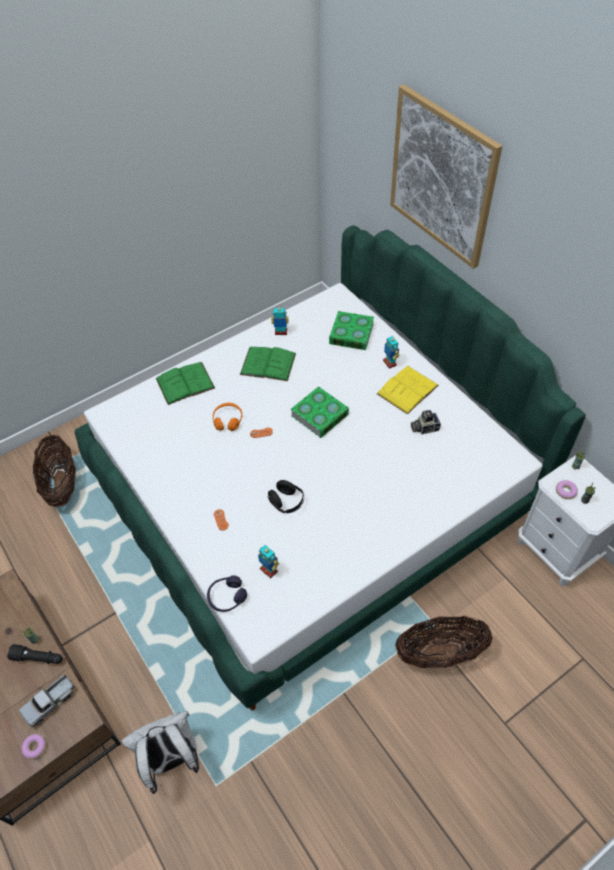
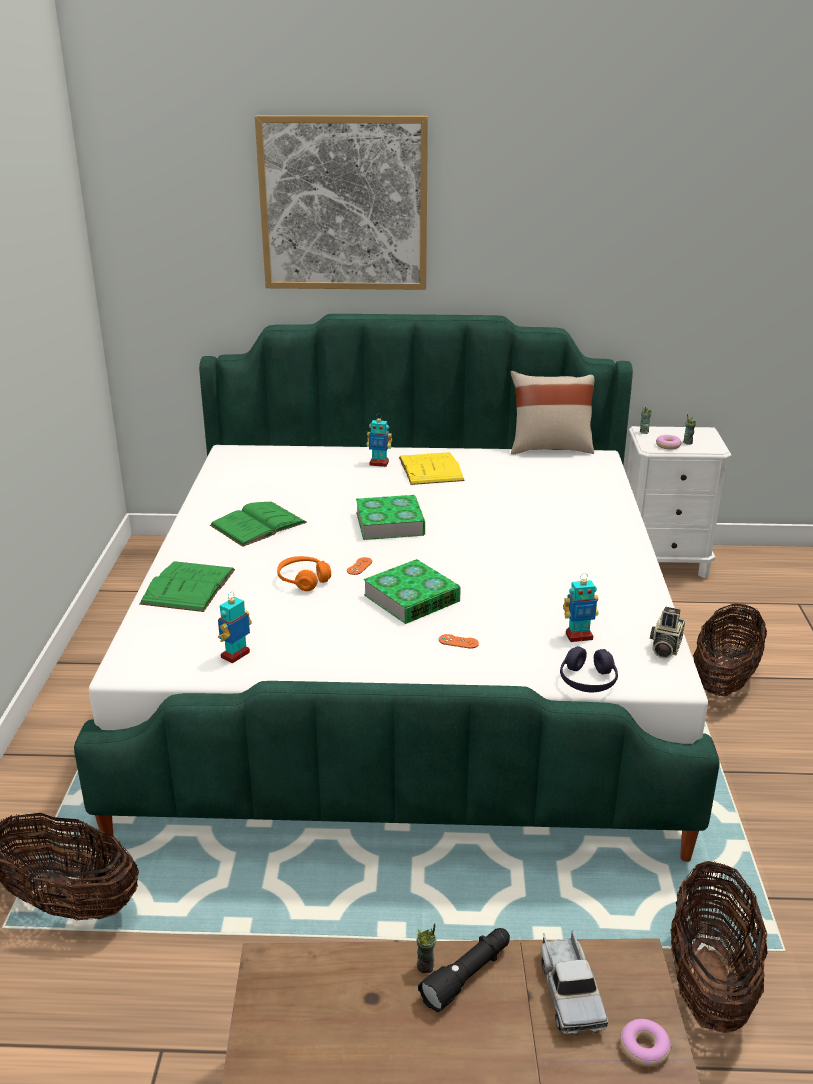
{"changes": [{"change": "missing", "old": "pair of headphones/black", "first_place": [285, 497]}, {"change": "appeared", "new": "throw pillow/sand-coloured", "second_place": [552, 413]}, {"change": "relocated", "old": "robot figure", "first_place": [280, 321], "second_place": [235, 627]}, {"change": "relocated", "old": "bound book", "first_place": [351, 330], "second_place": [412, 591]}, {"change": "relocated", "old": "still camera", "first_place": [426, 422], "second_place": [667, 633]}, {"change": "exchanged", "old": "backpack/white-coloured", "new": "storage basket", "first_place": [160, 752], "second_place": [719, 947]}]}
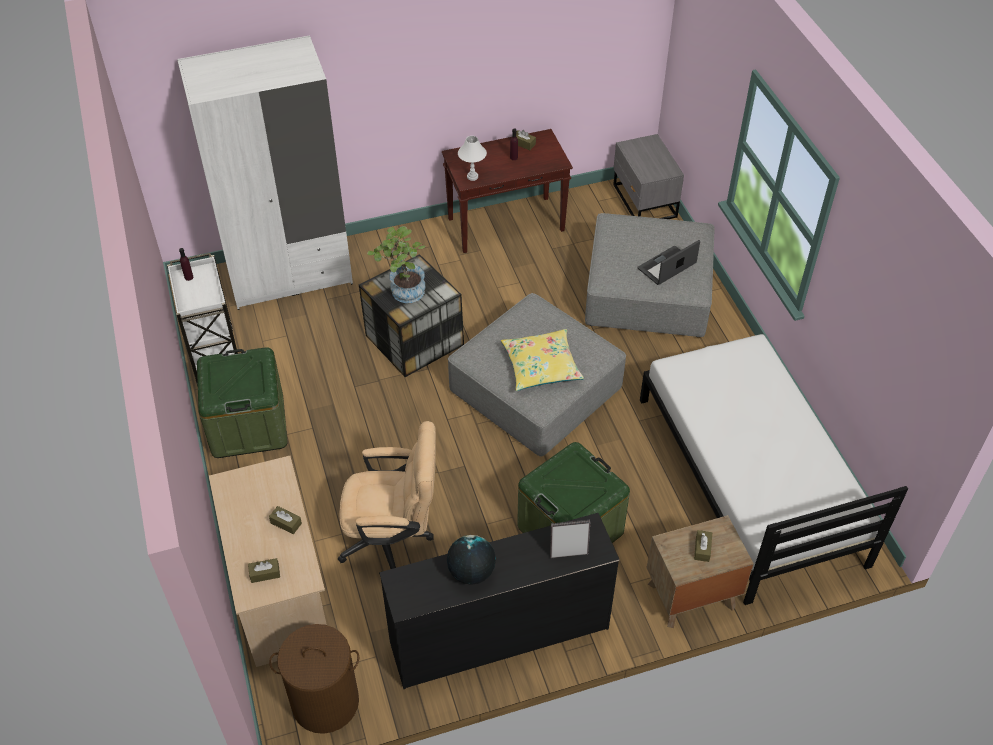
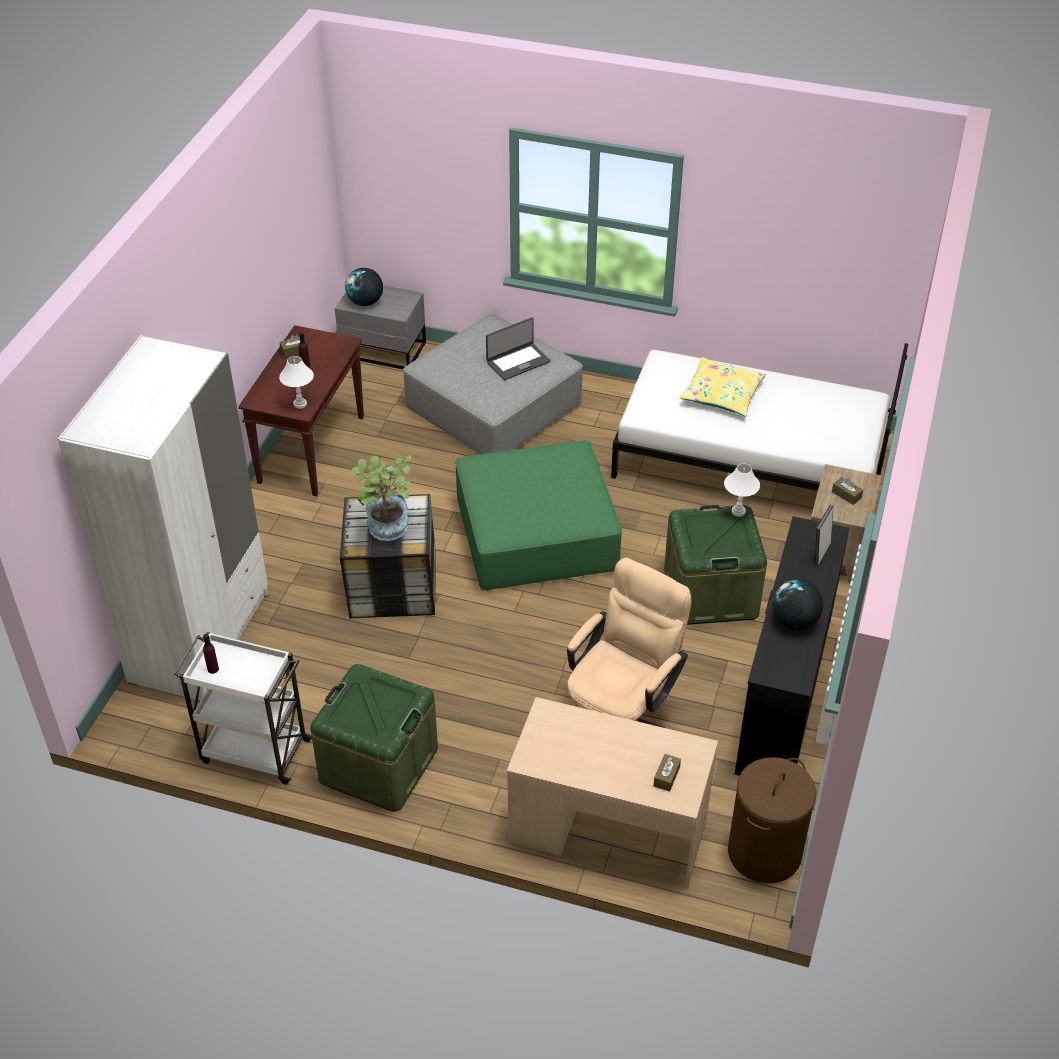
{"changes": [{"change": "missing", "old": "box of tissues/brown-coloured", "first_place": [285, 520]}, {"change": "appeared", "new": "world globe", "second_place": [364, 287]}, {"change": "appeared", "new": "table lamp/white-coloured", "second_place": [742, 490]}, {"change": "relocated", "old": "throw pillow/yellow", "first_place": [542, 360], "second_place": [723, 386]}, {"change": "colour", "old": "footrest/grey", "new": "footrest/green", "first_place": [537, 375], "second_place": [538, 515]}, {"change": "spun", "old": "portable computer", "first_place": [668, 262], "second_place": [518, 348], "degrees": -120}]}
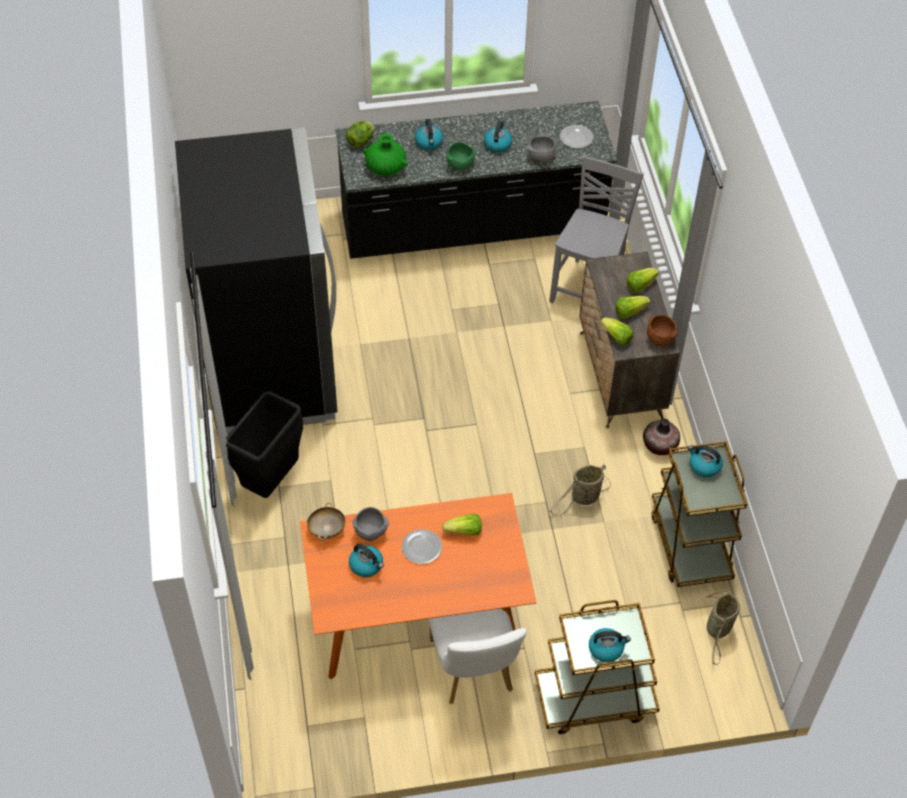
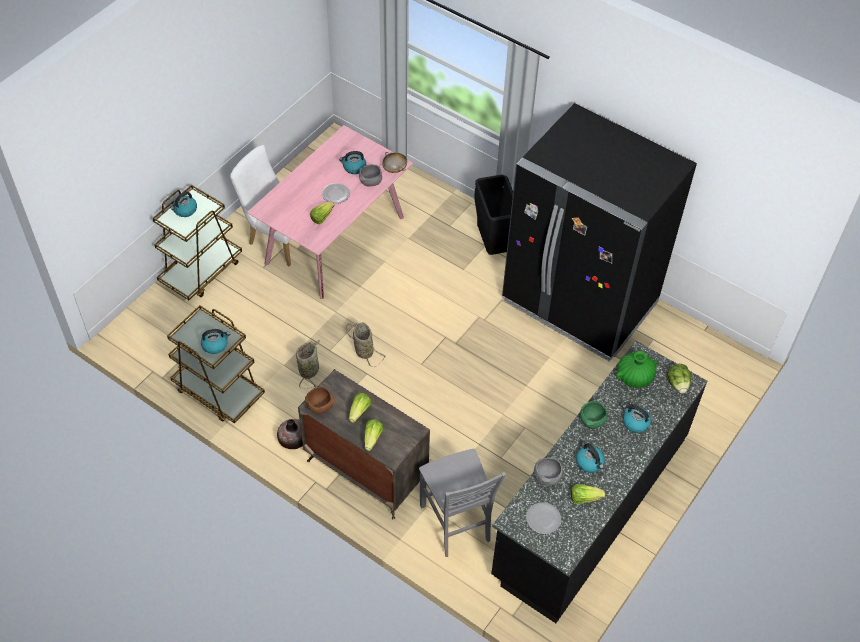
{"changes": [{"change": "relocated", "old": "lettuce head", "first_place": [616, 331], "second_place": [588, 494]}, {"change": "relocated", "old": "storage basket", "first_place": [723, 626], "second_place": [366, 344]}, {"change": "colour", "old": "dining table/orange", "new": "dining table/pink", "first_place": [418, 586], "second_place": [330, 212]}]}
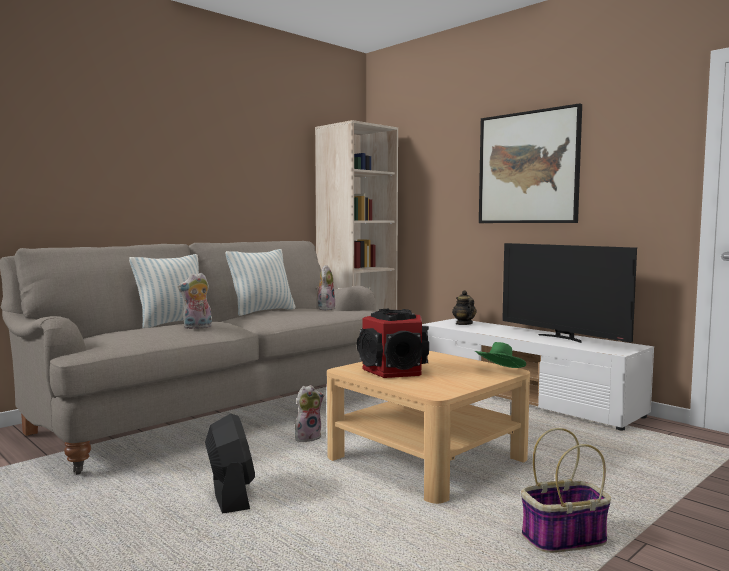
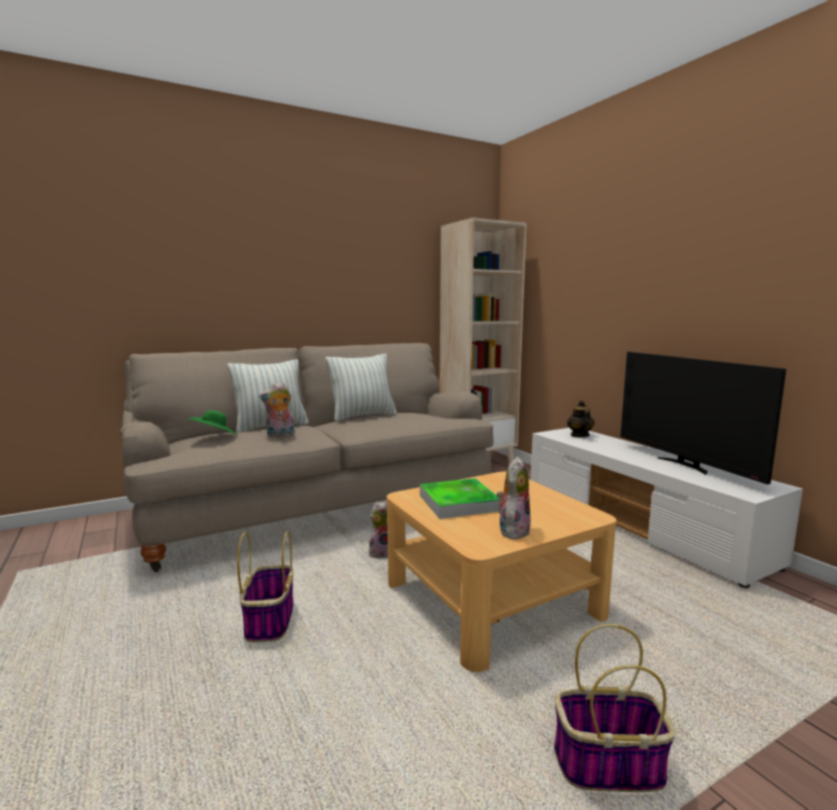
{"changes": [{"change": "missing", "old": "wall picture", "first_place": [530, 163]}, {"change": "relocated", "old": "plush toy", "first_place": [325, 287], "second_place": [514, 498]}, {"change": "relocated", "old": "hat/green", "first_place": [500, 355], "second_place": [213, 422]}, {"change": "exchanged", "old": "fan/black", "new": "storage basket", "first_place": [230, 464], "second_place": [265, 586]}, {"change": "exchanged", "old": "loudspeaker", "new": "carrying tray", "first_place": [393, 343], "second_place": [459, 498]}]}
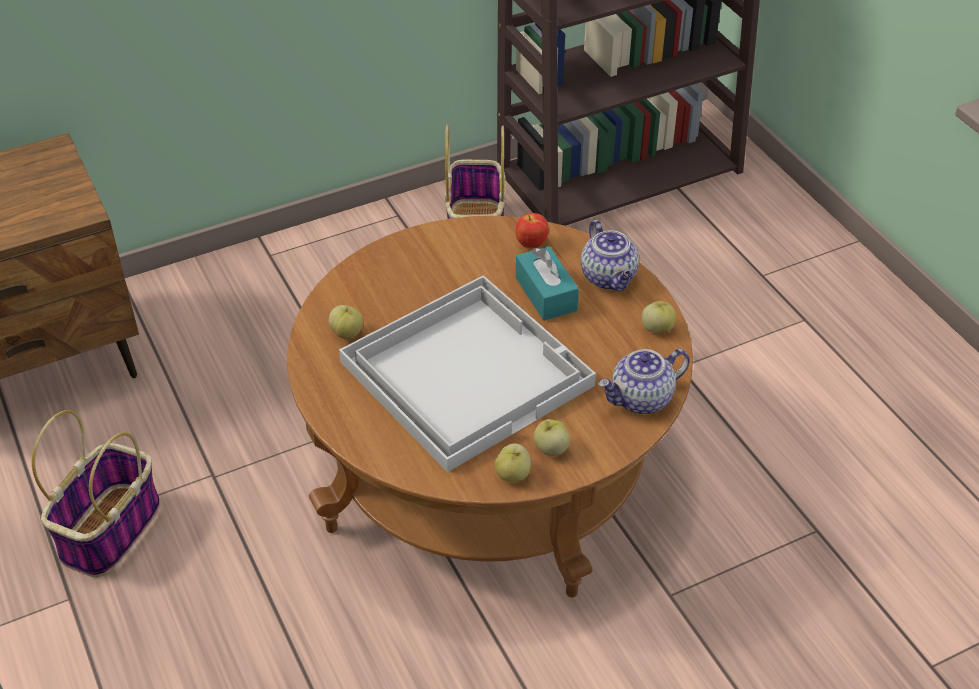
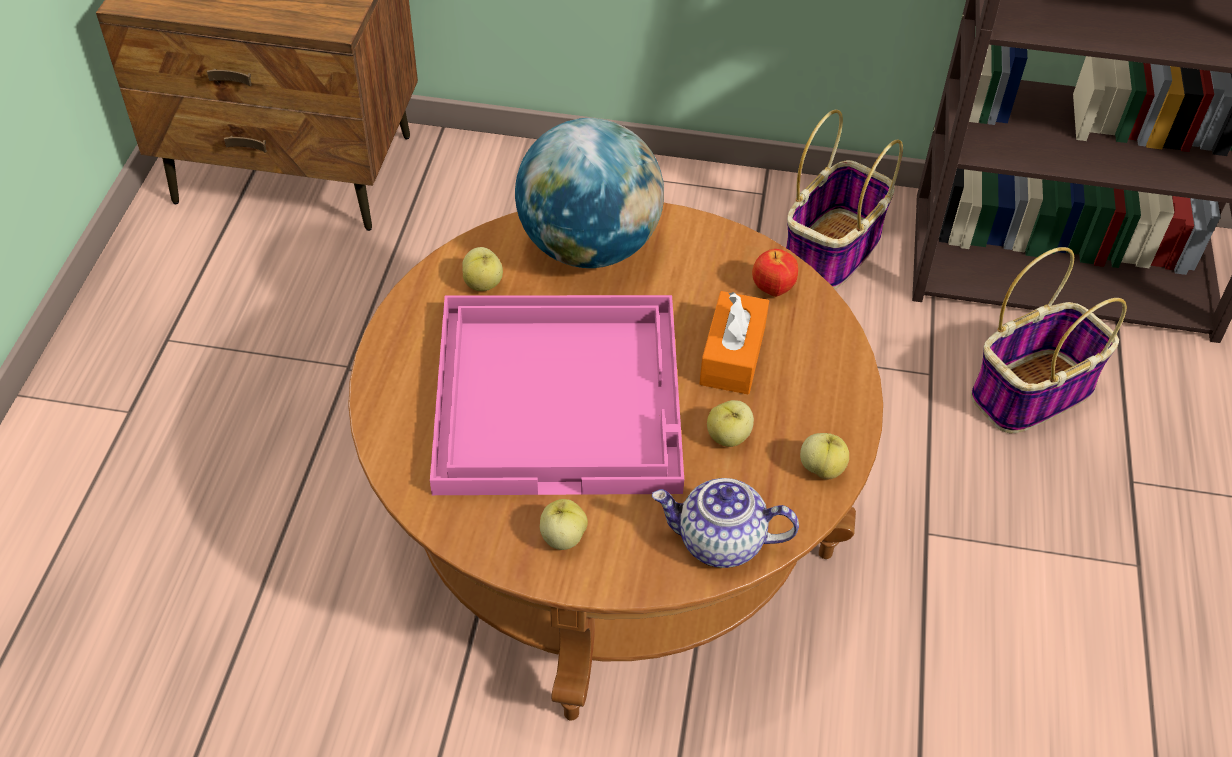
{"changes": [{"change": "missing", "old": "pot for tea", "first_place": [610, 255]}, {"change": "appeared", "new": "world globe", "second_place": [589, 193]}, {"change": "relocated", "old": "storage basket", "first_place": [96, 493], "second_place": [1049, 340]}, {"change": "relocated", "old": "whole apple", "first_place": [513, 462], "second_place": [730, 423]}, {"change": "colour", "old": "carrying tray/white-coloured", "new": "carrying tray/pink", "first_place": [467, 373], "second_place": [557, 395]}, {"change": "colour", "old": "box of tissues/turquoise-coloured", "new": "box of tissues/orange", "first_place": [547, 283], "second_place": [734, 342]}]}
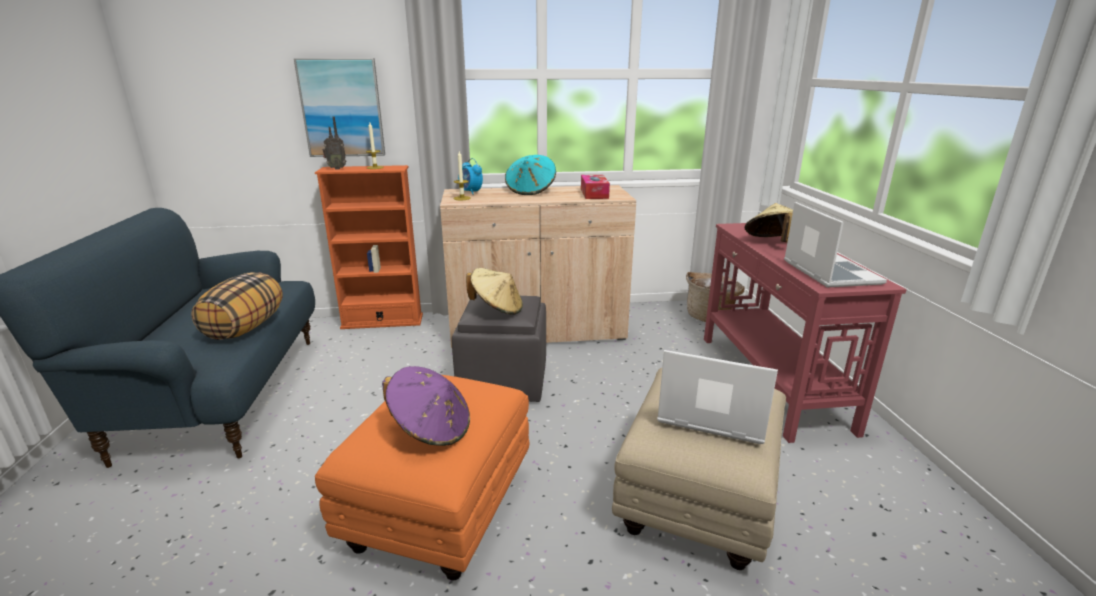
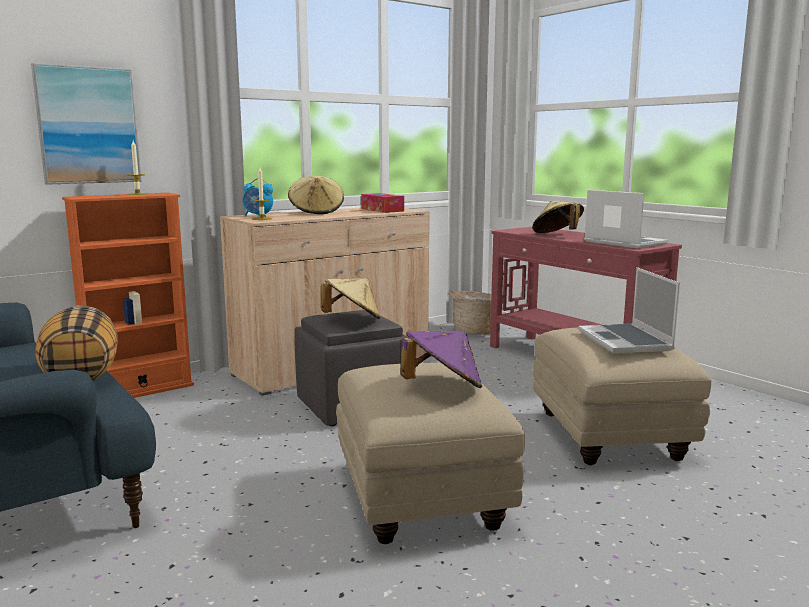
{"changes": [{"change": "missing", "old": "radio", "first_place": [334, 143]}, {"change": "colour", "old": "footrest/orange", "new": "footrest/sand-coloured", "first_place": [422, 477], "second_place": [430, 453]}, {"change": "colour", "old": "hat/turquoise-coloured", "new": "hat/sand-coloured", "first_place": [530, 175], "second_place": [316, 195]}, {"change": "spun", "old": "portable computer", "first_place": [717, 397], "second_place": [629, 310], "degrees": -90}]}
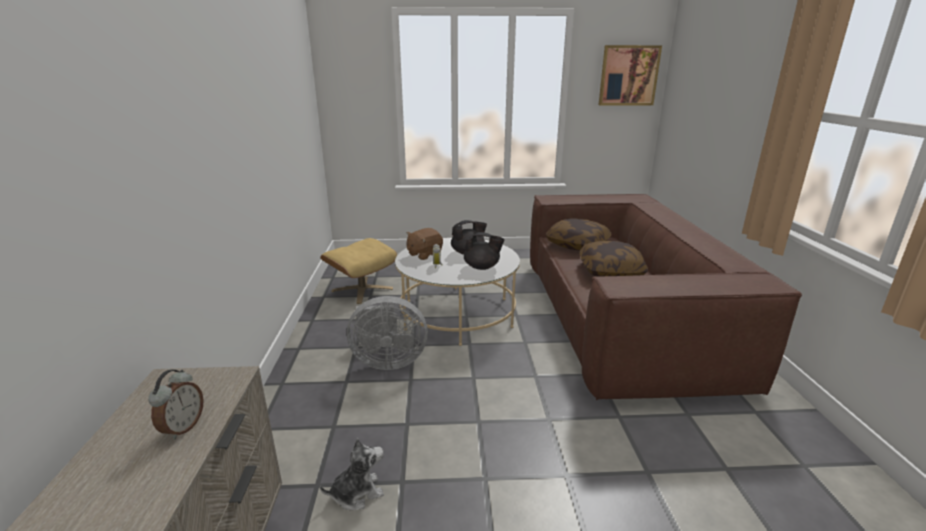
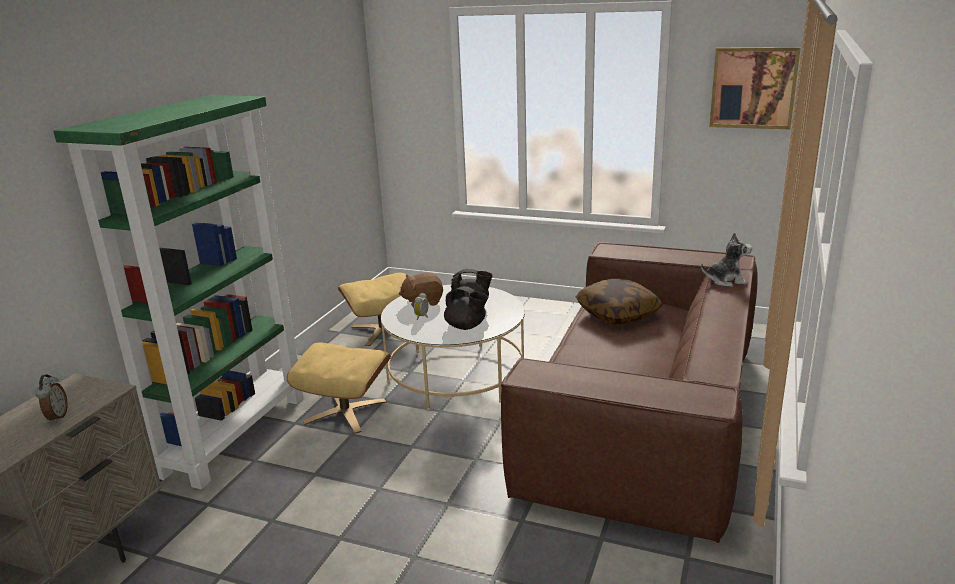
{"changes": [{"change": "missing", "old": "throw pillow", "first_place": [614, 259]}, {"change": "appeared", "new": "bookcase/green", "second_place": [178, 292]}, {"change": "relocated", "old": "plush toy", "first_place": [352, 474], "second_place": [726, 259]}, {"change": "exchanged", "old": "fan/grey", "new": "footrest/sand-coloured", "first_place": [387, 333], "second_place": [339, 388]}, {"change": "spun", "old": "table clock", "first_place": [176, 405], "second_place": [51, 398], "degrees": -45}]}
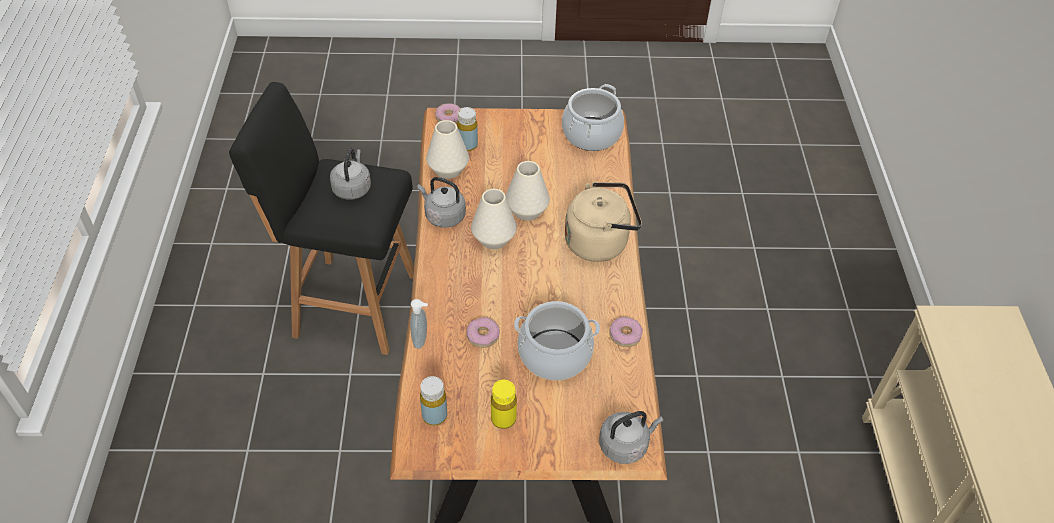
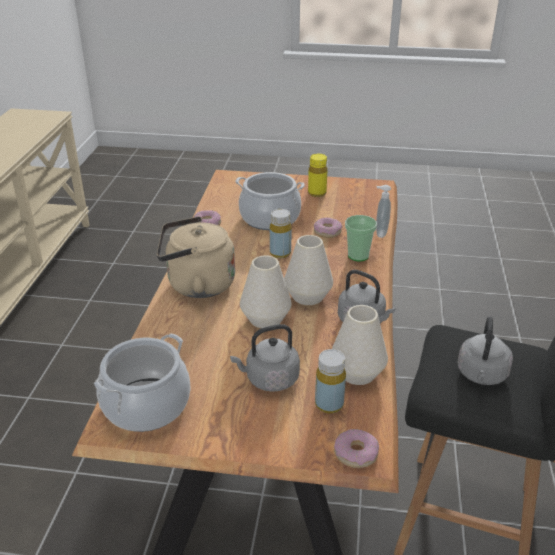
{"changes": [{"change": "appeared", "new": "cup", "second_place": [361, 238]}, {"change": "relocated", "old": "drink bottle/yellow", "first_place": [433, 401], "second_place": [281, 233]}, {"change": "relocated", "old": "kettle/grey", "first_place": [631, 437], "second_place": [265, 358]}]}
